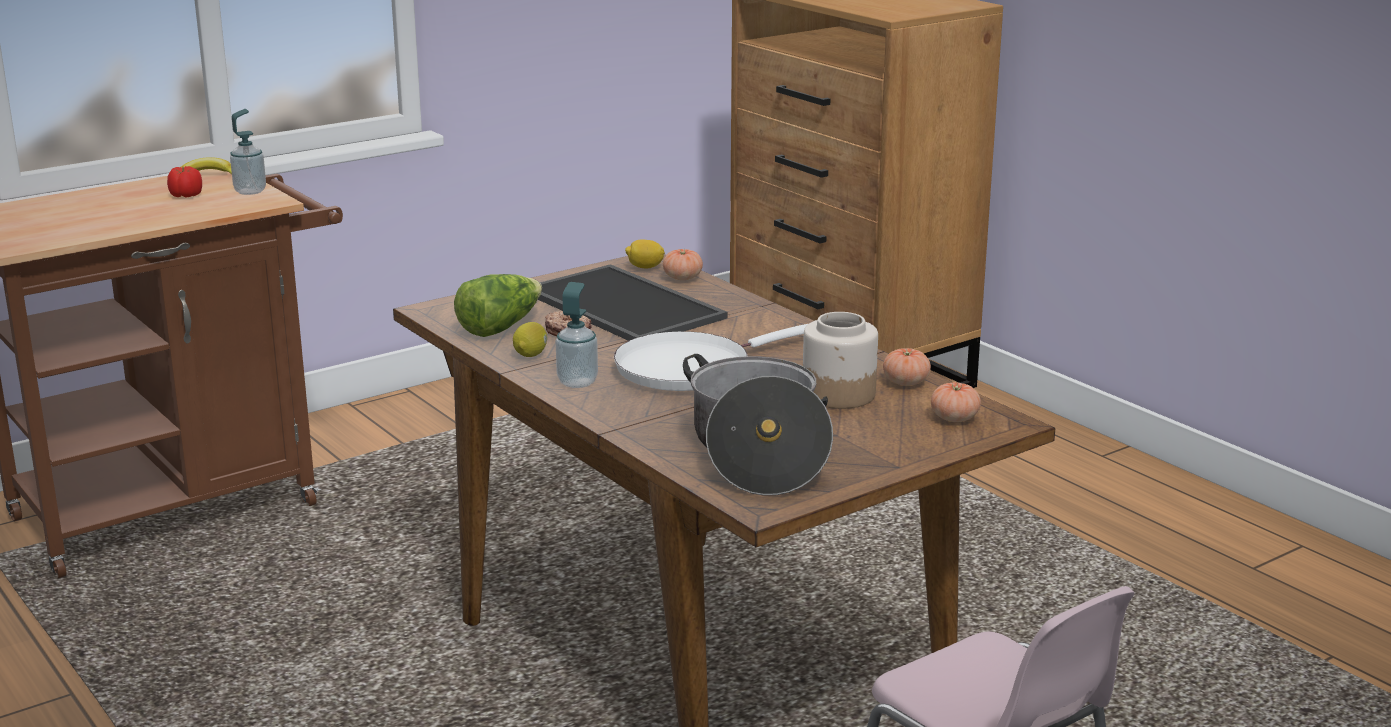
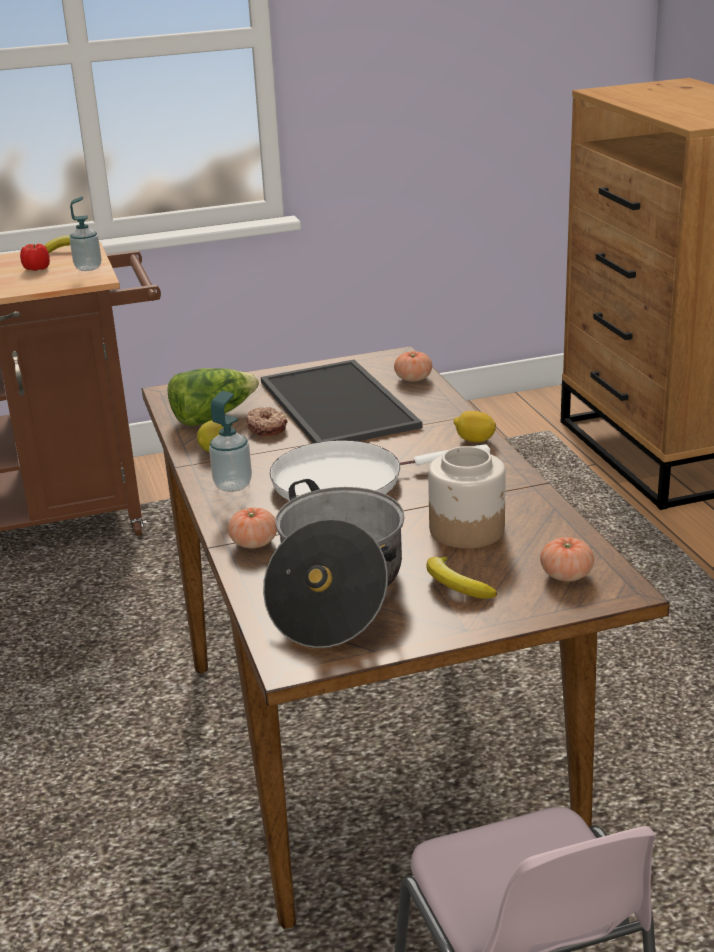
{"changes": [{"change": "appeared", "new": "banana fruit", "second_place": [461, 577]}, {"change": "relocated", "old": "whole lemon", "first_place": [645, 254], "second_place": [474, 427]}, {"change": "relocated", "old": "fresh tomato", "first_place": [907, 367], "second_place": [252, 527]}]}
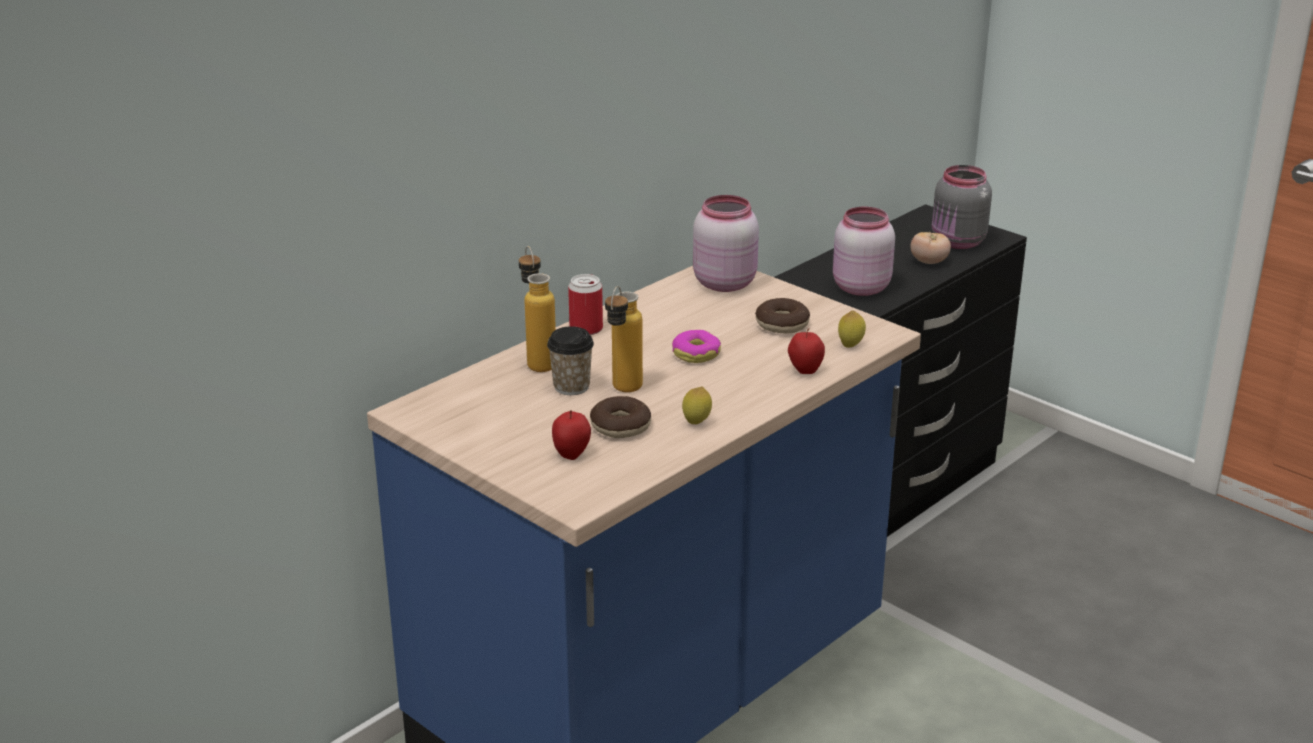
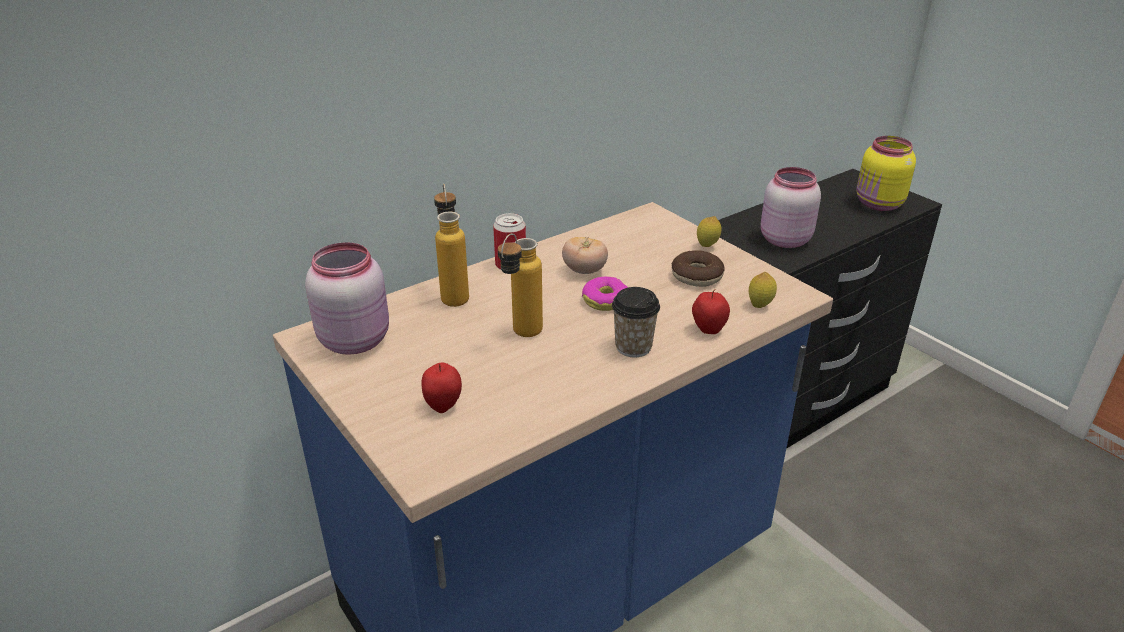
{"changes": [{"change": "missing", "old": "donut", "first_place": [620, 417]}, {"change": "relocated", "old": "cup", "first_place": [570, 360], "second_place": [636, 322]}, {"change": "relocated", "old": "whole lemon", "first_place": [697, 405], "second_place": [709, 231]}, {"change": "relocated", "old": "preserve jar/pink", "first_place": [726, 243], "second_place": [347, 298]}, {"change": "relocated", "old": "fresh tomato", "first_place": [930, 248], "second_place": [585, 255]}, {"change": "colour", "old": "preserve jar/grey", "new": "preserve jar/yellow", "first_place": [962, 207], "second_place": [886, 173]}]}
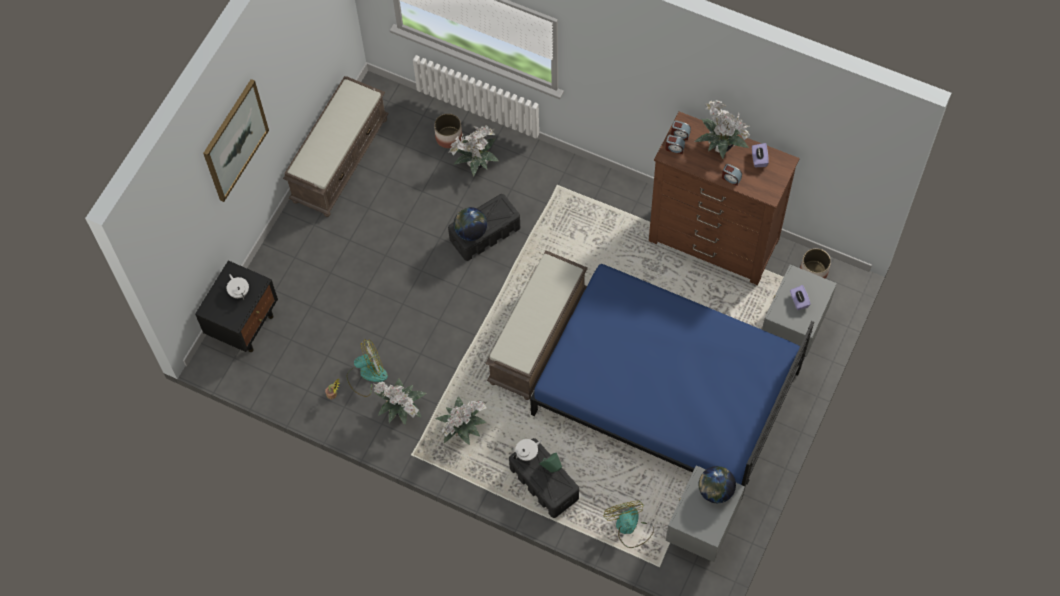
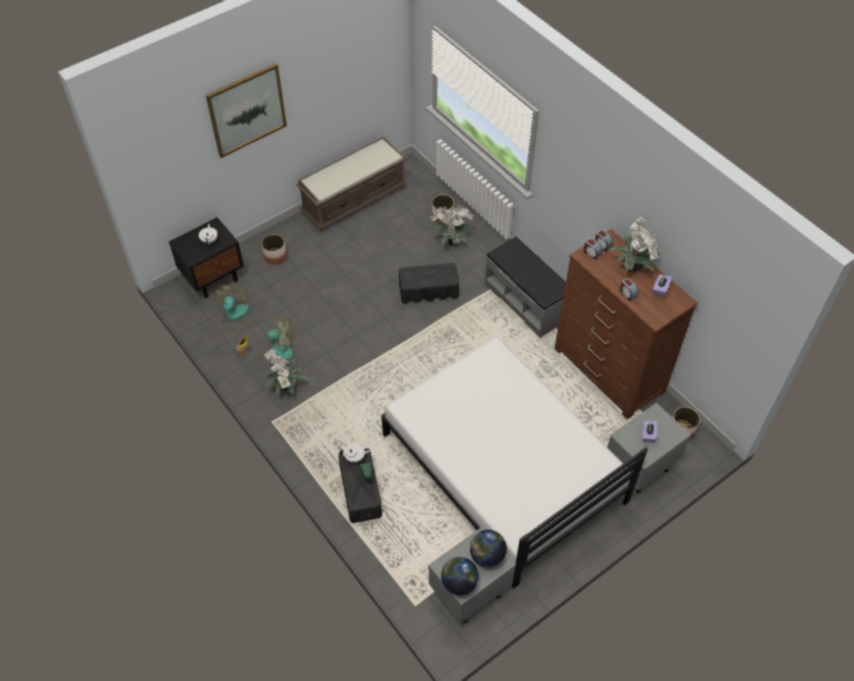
{"changes": [{"change": "missing", "old": "houseplant", "first_place": [461, 420]}, {"change": "missing", "old": "long seat/brown-coloured", "first_place": [536, 325]}, {"change": "appeared", "new": "plant pot", "second_place": [274, 249]}, {"change": "appeared", "new": "long seat/grey", "second_place": [525, 287]}, {"change": "relocated", "old": "world globe", "first_place": [470, 224], "second_place": [460, 576]}, {"change": "relocated", "old": "fan", "first_place": [628, 524], "second_place": [234, 307]}, {"change": "colour", "old": "bed/bluish", "new": "bed/white-coloured", "first_place": [672, 382], "second_place": [514, 463]}]}
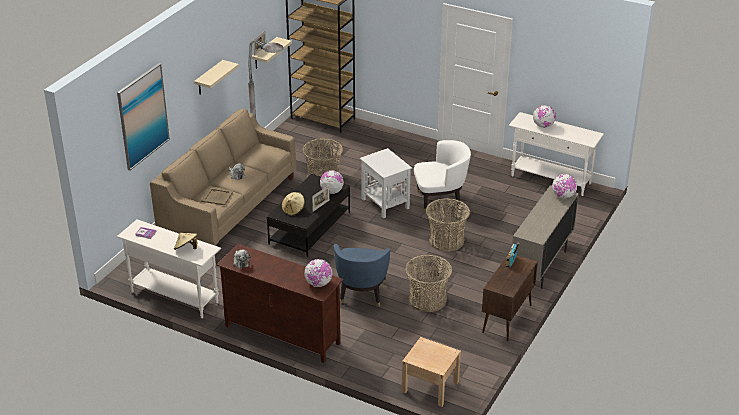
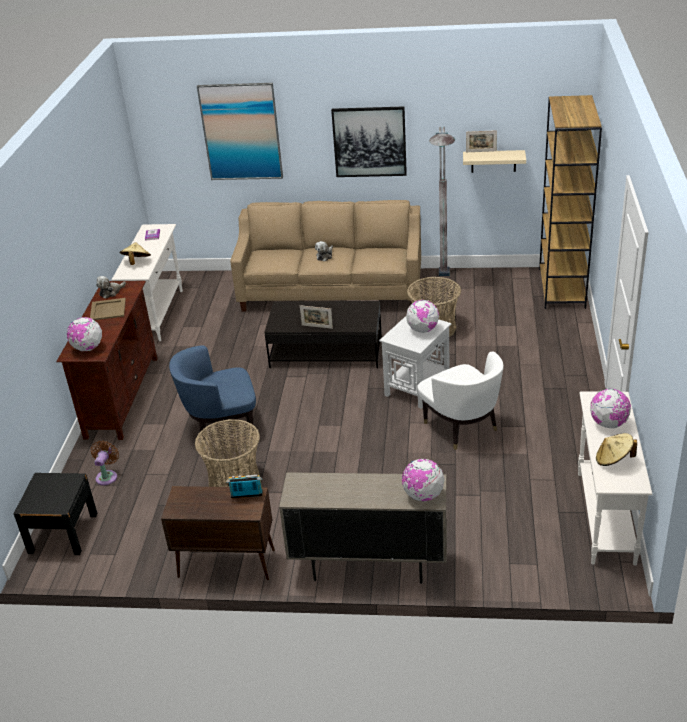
{"changes": [{"change": "missing", "old": "storage basket", "first_place": [448, 225]}, {"change": "appeared", "new": "fan/brown-coloured", "second_place": [105, 463]}, {"change": "relocated", "old": "carrying tray/sand-coloured", "first_place": [217, 196], "second_place": [108, 309]}, {"change": "relocated", "old": "hat/sand-coloured", "first_place": [293, 204], "second_place": [616, 449]}, {"change": "relocated", "old": "world globe", "first_place": [332, 182], "second_place": [422, 316]}, {"change": "exchanged", "old": "wall shelf/sand-coloured", "new": "wall picture", "first_place": [216, 77], "second_place": [369, 141]}, {"change": "colour", "old": "nightstand/sand-coloured", "new": "nightstand/black", "first_place": [431, 372], "second_place": [55, 514]}]}
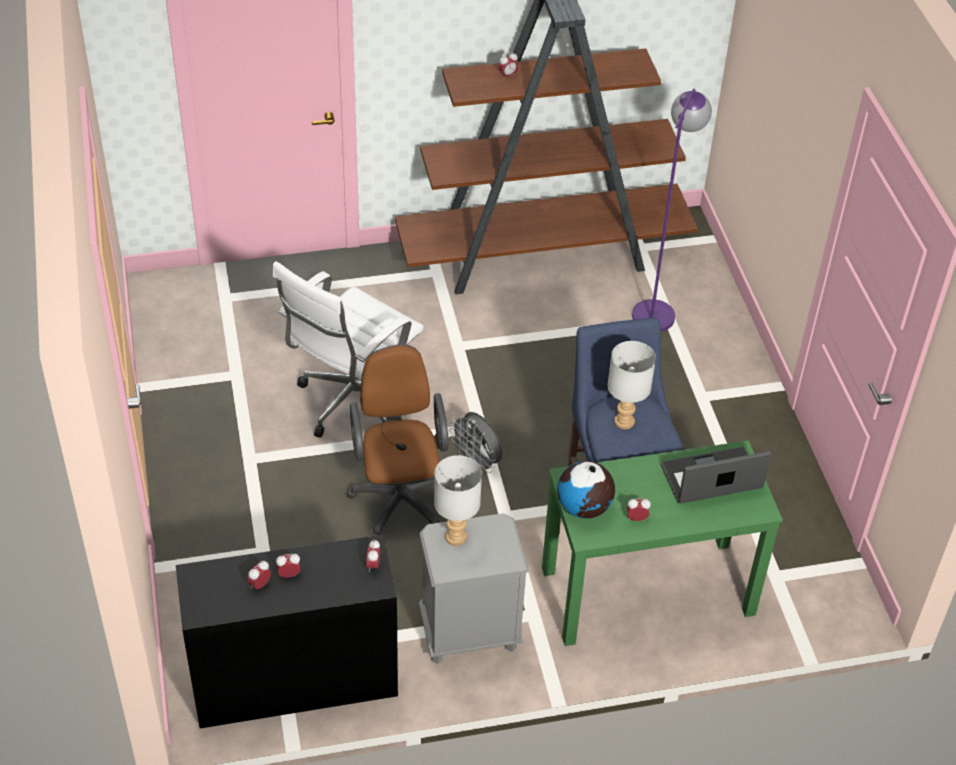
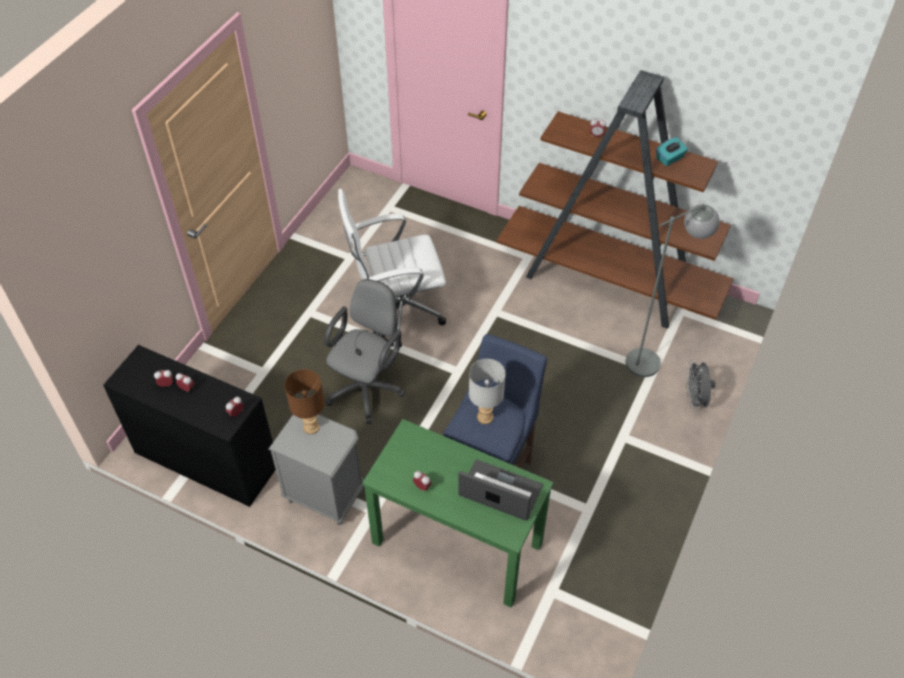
{"changes": [{"change": "missing", "old": "world globe", "first_place": [586, 490]}, {"change": "appeared", "new": "box of tissues/turquoise-coloured", "second_place": [672, 151]}, {"change": "relocated", "old": "fan/grey", "first_place": [475, 442], "second_place": [700, 385]}, {"change": "colour", "old": "computer chair/brown-coloured", "new": "computer chair/grey", "first_place": [397, 440], "second_place": [364, 351]}, {"change": "colour", "old": "table lamp/grey", "new": "table lamp/brown-coloured", "first_place": [458, 500], "second_place": [304, 401]}, {"change": "colour", "old": "standard lamp/purplish", "new": "standard lamp/grey", "first_place": [672, 210], "second_place": [673, 290]}]}
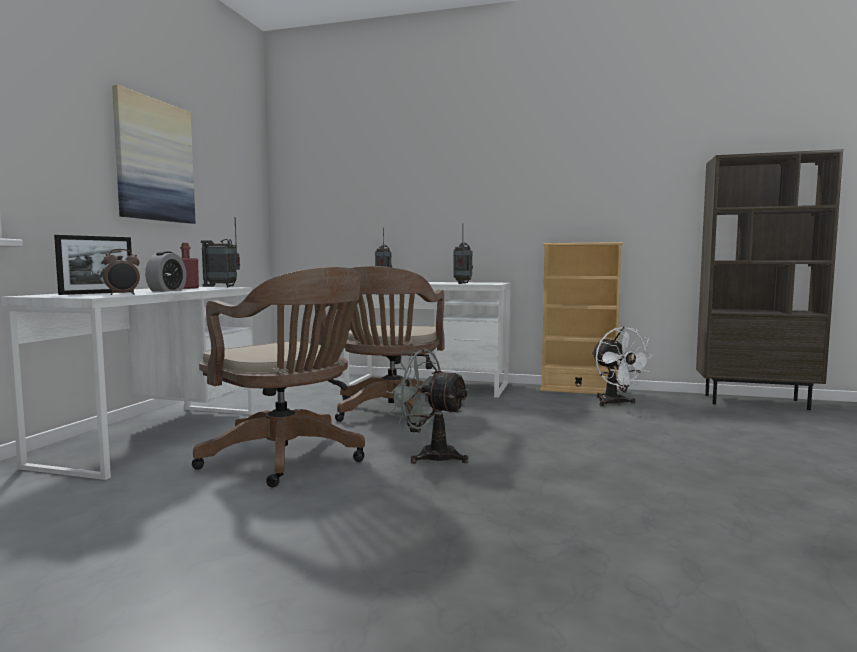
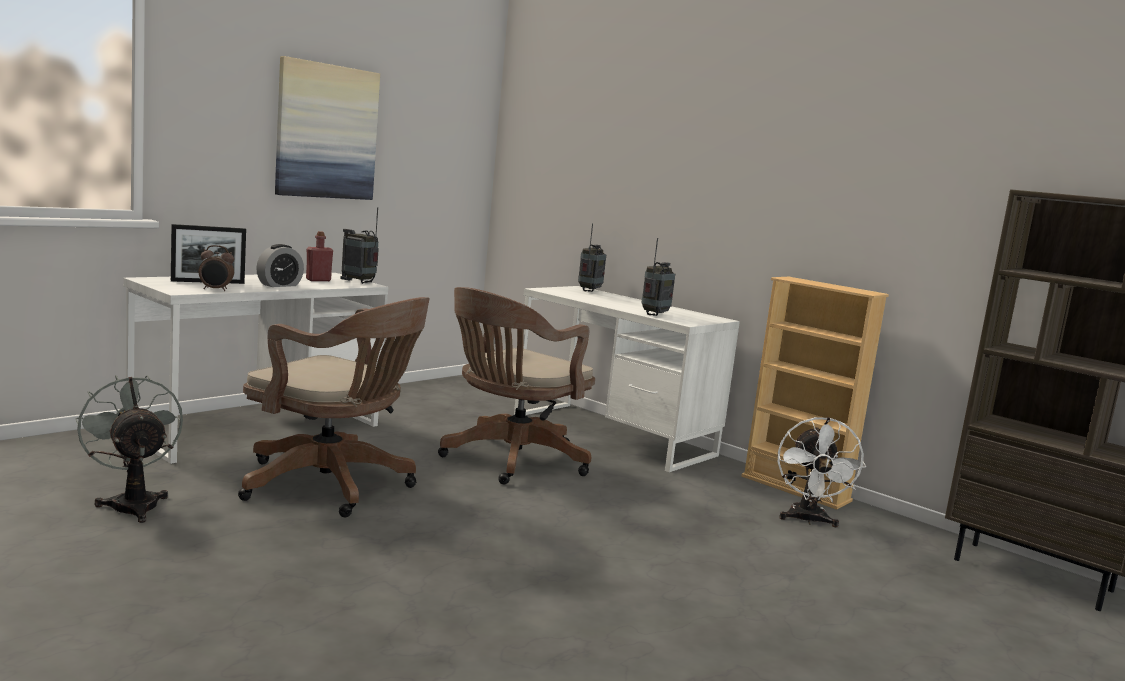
{"changes": [{"change": "relocated", "old": "fan/grey", "first_place": [427, 406], "second_place": [129, 449]}, {"change": "spun", "old": "computer chair/brown-coloured", "first_place": [278, 377], "second_place": [334, 407], "degrees": -45}]}
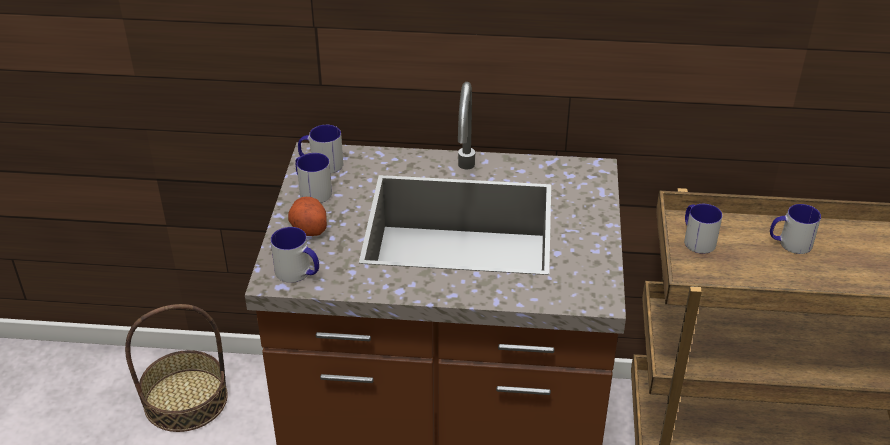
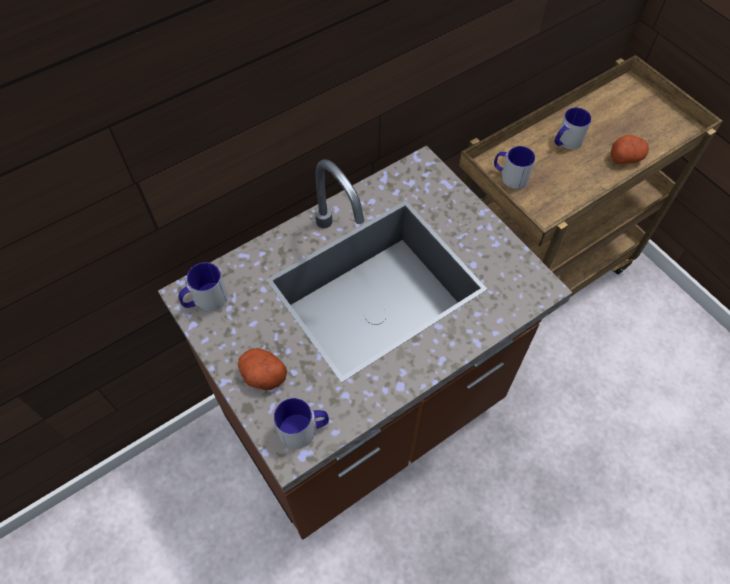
{"changes": [{"change": "missing", "old": "storage basket", "first_place": [176, 368]}, {"change": "missing", "old": "coffee mug", "first_place": [313, 178]}, {"change": "appeared", "new": "whole potato", "second_place": [629, 149]}]}
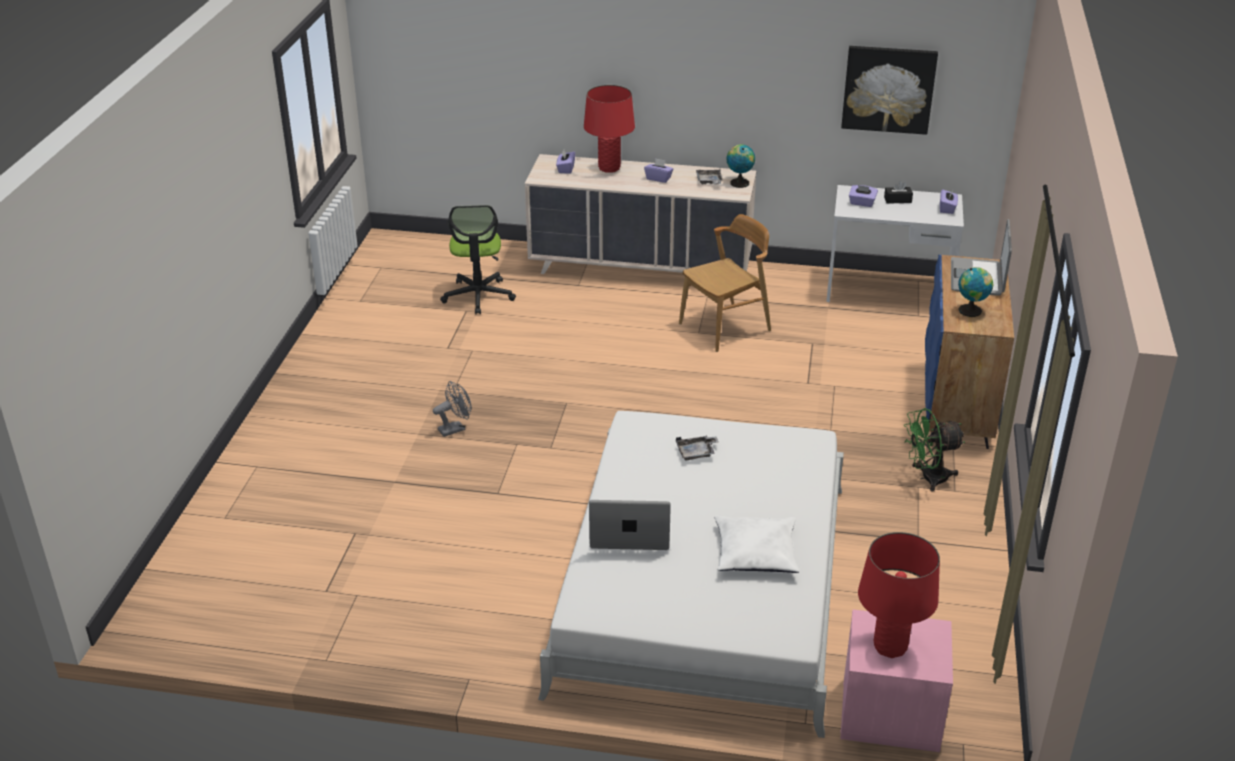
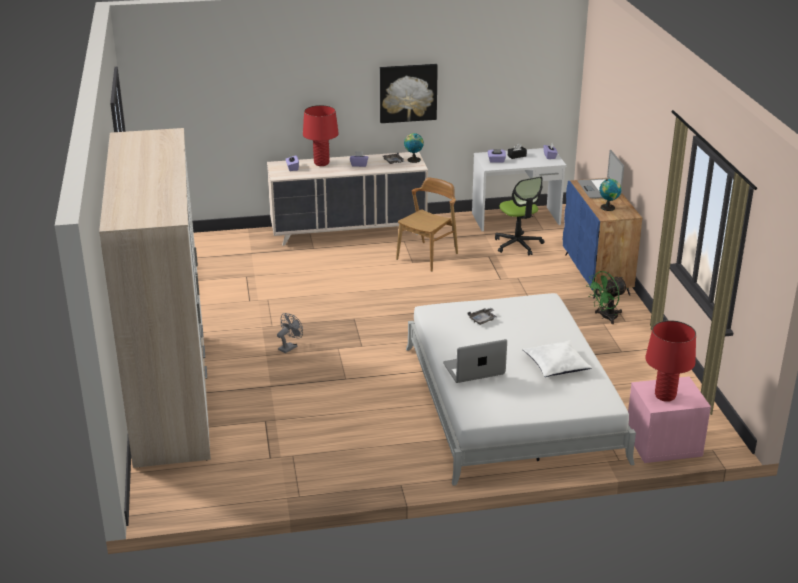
{"changes": [{"change": "appeared", "new": "wardrobe", "second_place": [155, 298]}, {"change": "relocated", "old": "computer chair", "first_place": [478, 259], "second_place": [519, 215]}, {"change": "relocated", "old": "wall picture", "first_place": [889, 90], "second_place": [409, 93]}]}
